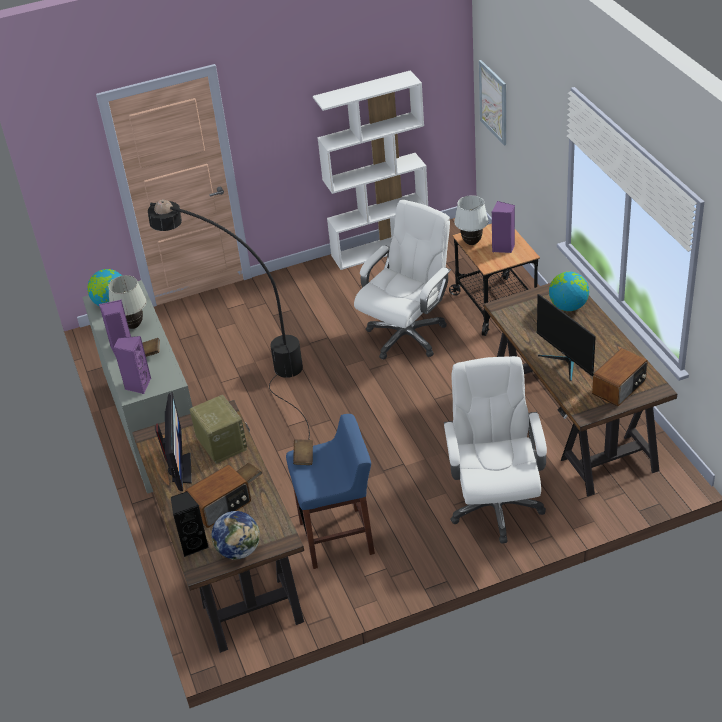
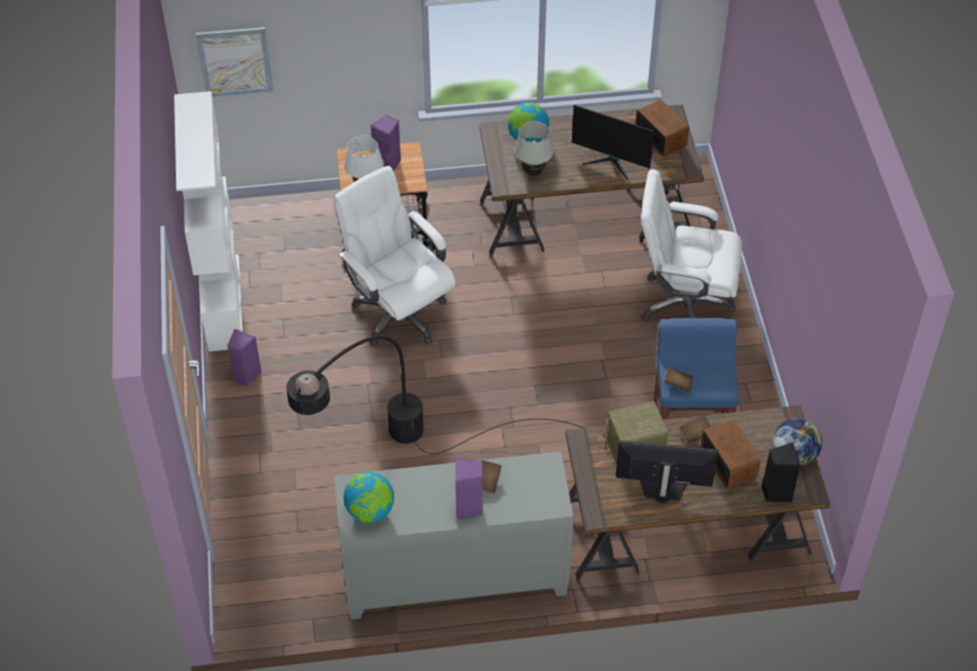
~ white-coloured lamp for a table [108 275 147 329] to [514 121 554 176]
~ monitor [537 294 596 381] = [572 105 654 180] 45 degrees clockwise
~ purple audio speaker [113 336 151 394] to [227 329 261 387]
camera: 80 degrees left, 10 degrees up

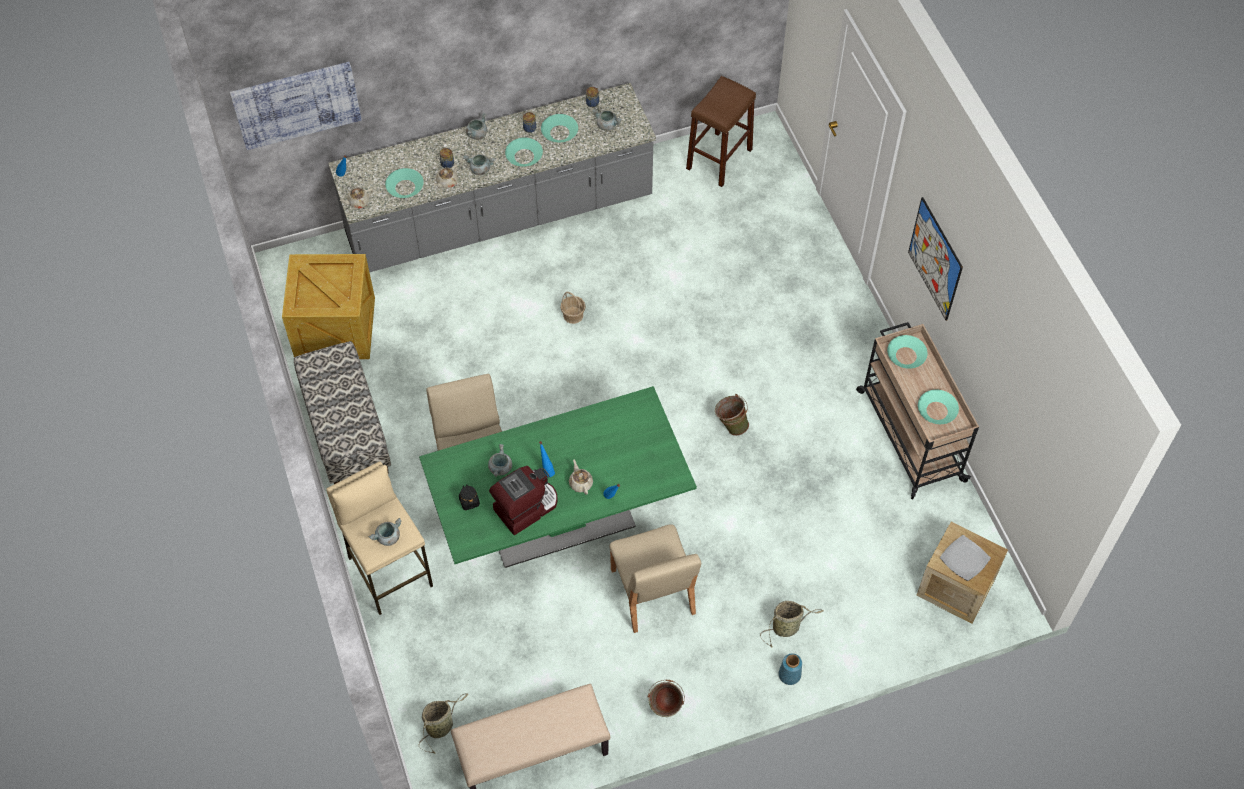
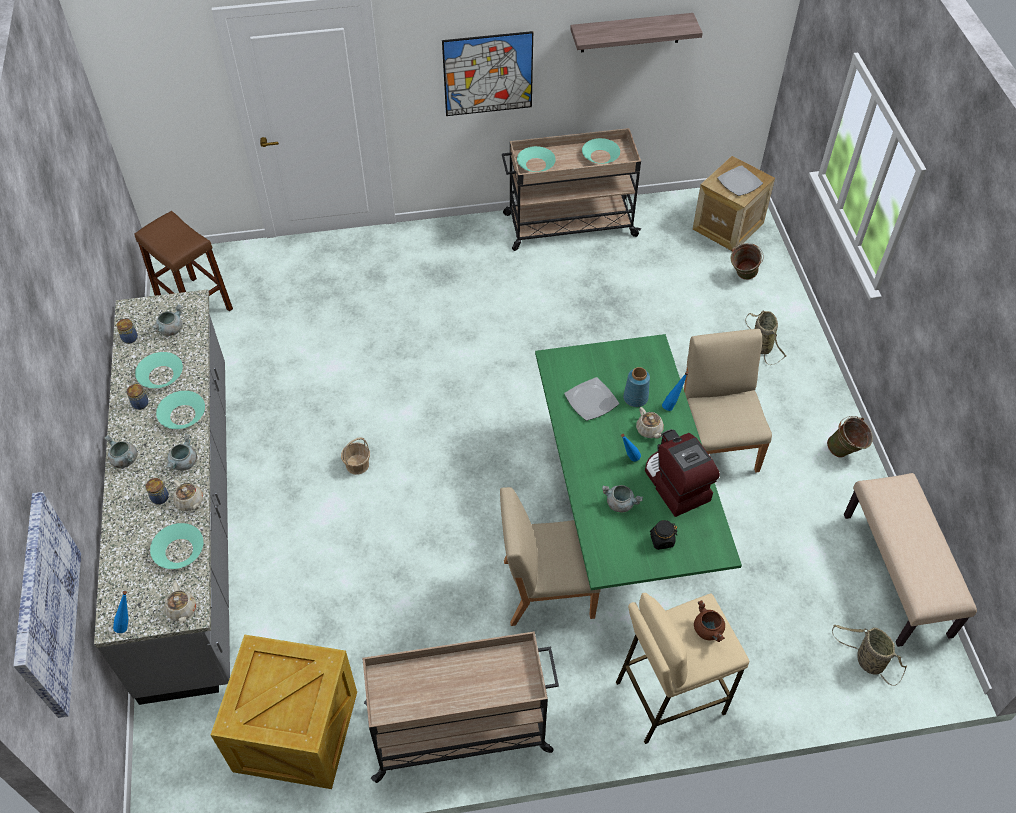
~ long seat [294 341 391 484] to beige-coloured cart [362 631 559 783]
~ greenish bucket [715 394 749 436] to [730 243 764 280]
~ beige-coloured pot for tea [569 460 593 495] = [636 407 664 439] 105 degrees counterclockwise
~ greyish cooking pot [368 518 401 546] to brown cooking pot [694 600 725 642]
~ beige-coloured upright chair [609 524 701 633] = [684 329 772 473] 90 degrees counterclockwise
~ blue vase [778 654 802 685] to [623 367 650 407]
+ bracket shelf [570 13 703 53]
+ plate [564 377 619 421]
camera: 80 degrees left, 5 degrees down

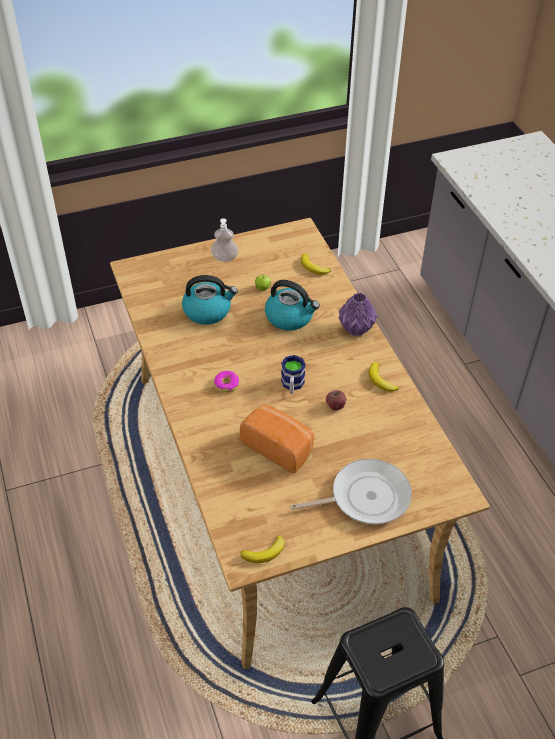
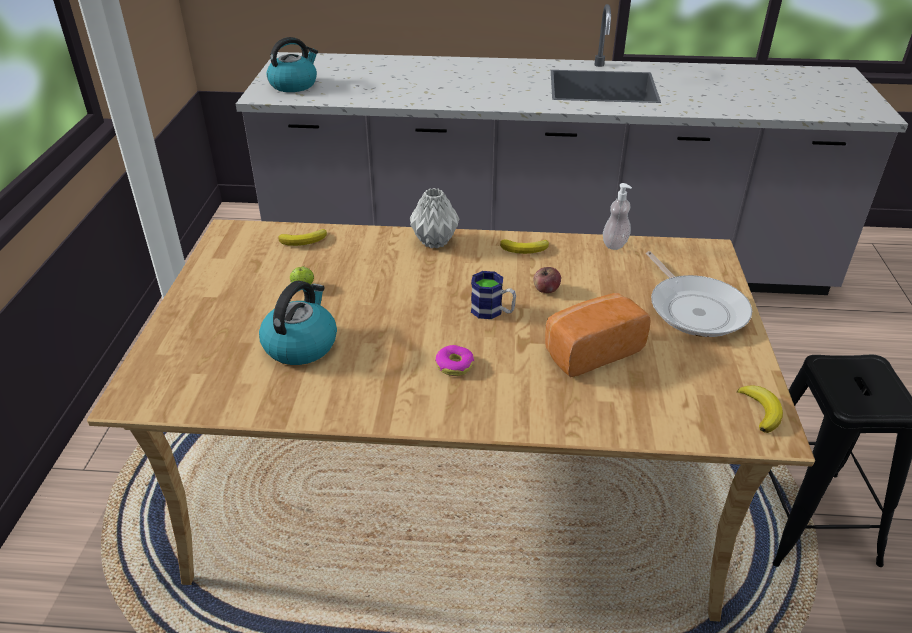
~ liquid soap bottle [211 218 238 262] to [603 183 632 250]
~ water kettle [265 280 320 331] to [266 37 318 92]
~ purple vase [339 293 377 337] to greyish vase [409 188 459 248]
~ pan [290 459 412 524] = [646 251 752 337] 150 degrees clockwise
camera: 65 degrees left, 10 degrees down

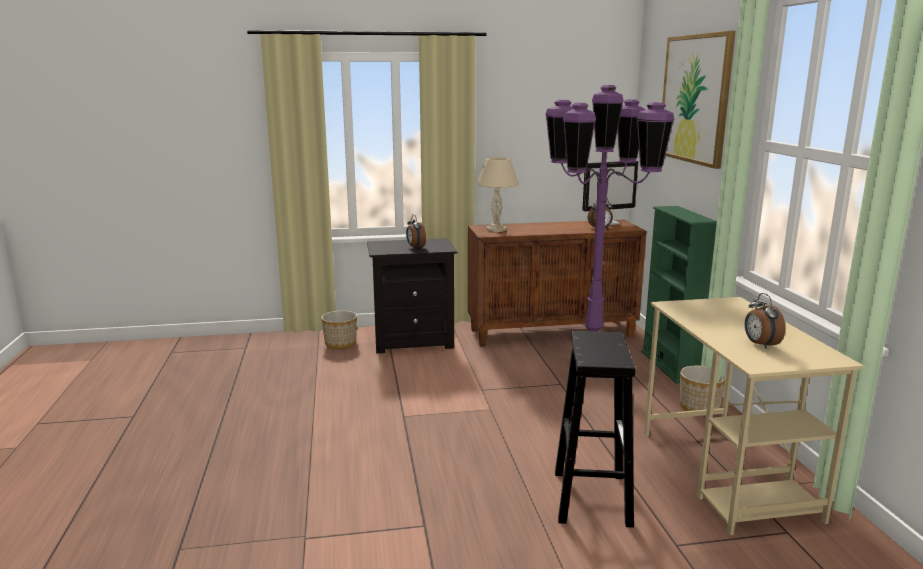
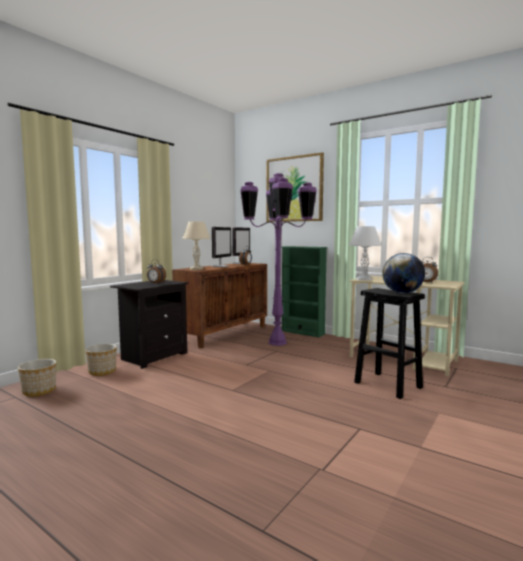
~ planter [680 366 726 411] to [18 359 56 397]
+ white-coloured lamp for a table [349 226 382 280]
+ monitor [212 227 231 267]
+ world globe [382 253 425 293]
camera: 45 degrees left, 10 degrees down

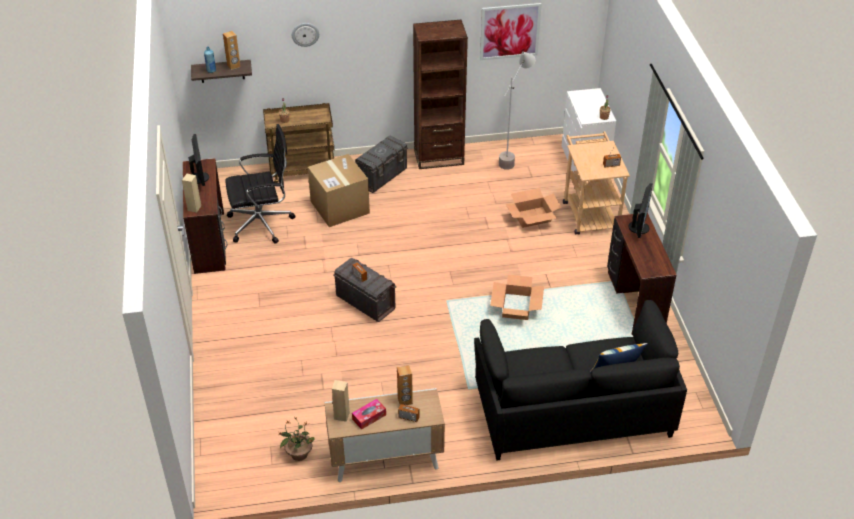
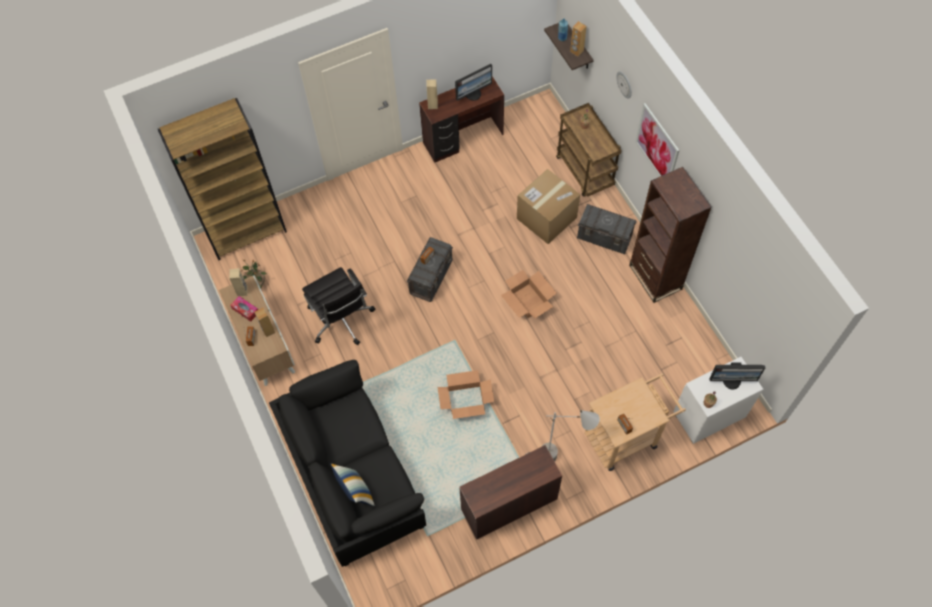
~ wall picture [480 3 542 60] to [635 103 679 176]
~ greyish floor lamp [499 51 535 170] to [541 410 600 461]
~ black office chair [225 124 296 244] to [302 267 376 345]
~ monitor [629 183 653 238] to [709 362 765 389]
~ carton [505 188 562 228] to [501 270 557 318]
+ brown bookshelf [158 98 287 260]
camera: 75 degrees right, 20 degrees up

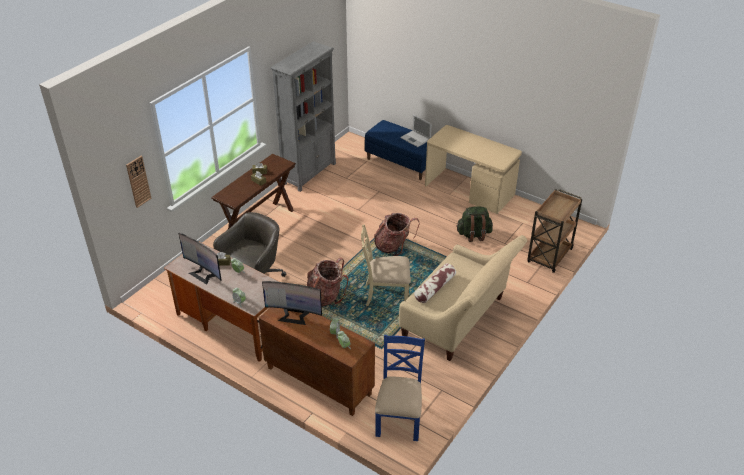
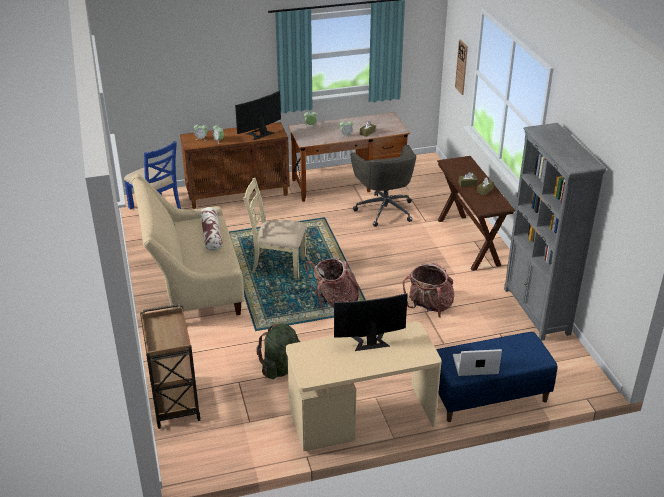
~ beige-coloured upright chair [361 224 411 306] = [243 178 306 278] 120 degrees counterclockwise
~ monitor [179 233 222 285] to [334 293 408 351]
~ rucksack [307 258 348 307] to [403 263 454 318]
camera: 130 degrees right, 5 degrees down

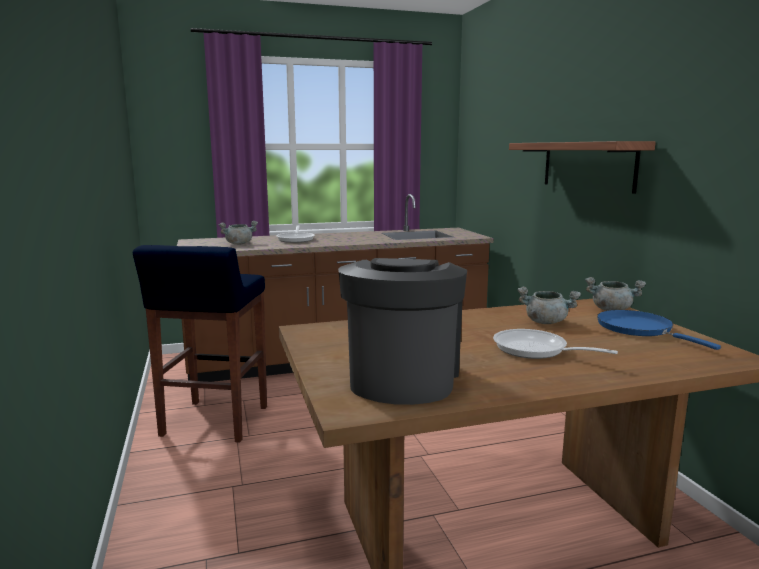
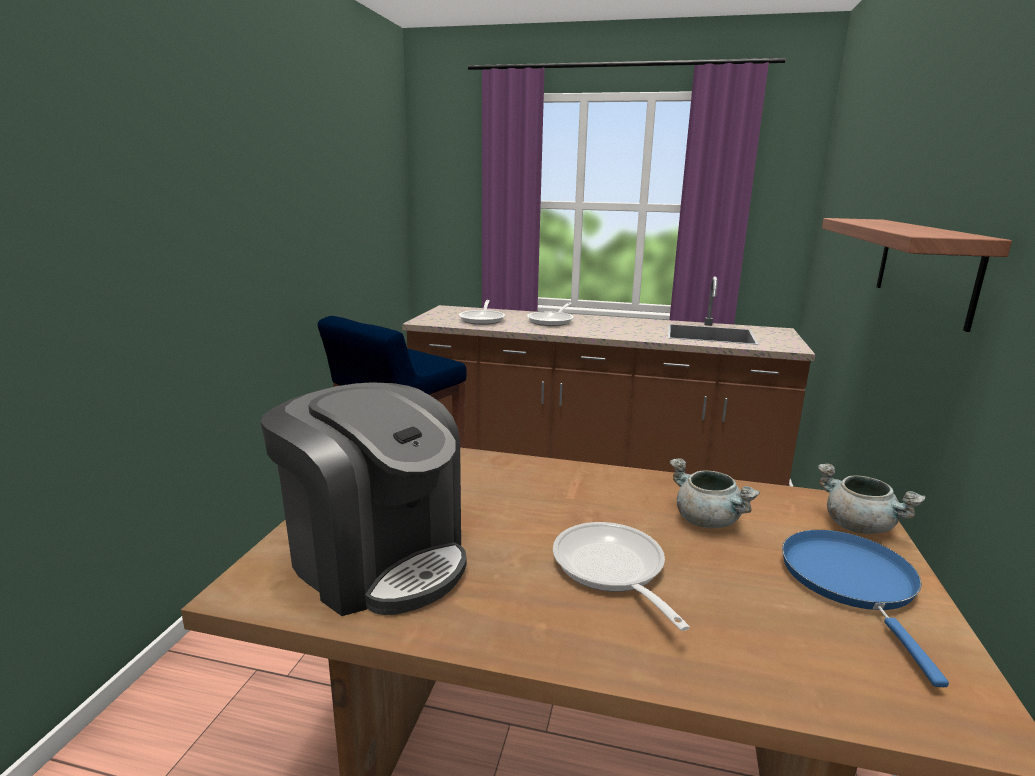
~ greyish cooking pot [219 221 258 245] to pan [459 300 505 325]
~ coffee maker [338 258 467 405] = [261 382 467 616] 90 degrees clockwise
camera: 30 degrees right, 5 degrees up

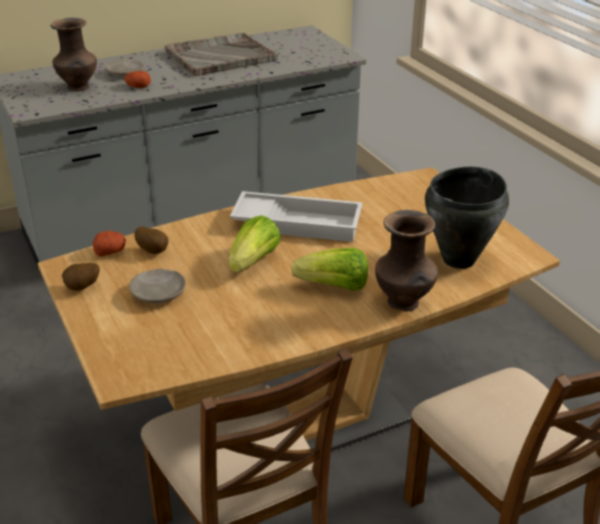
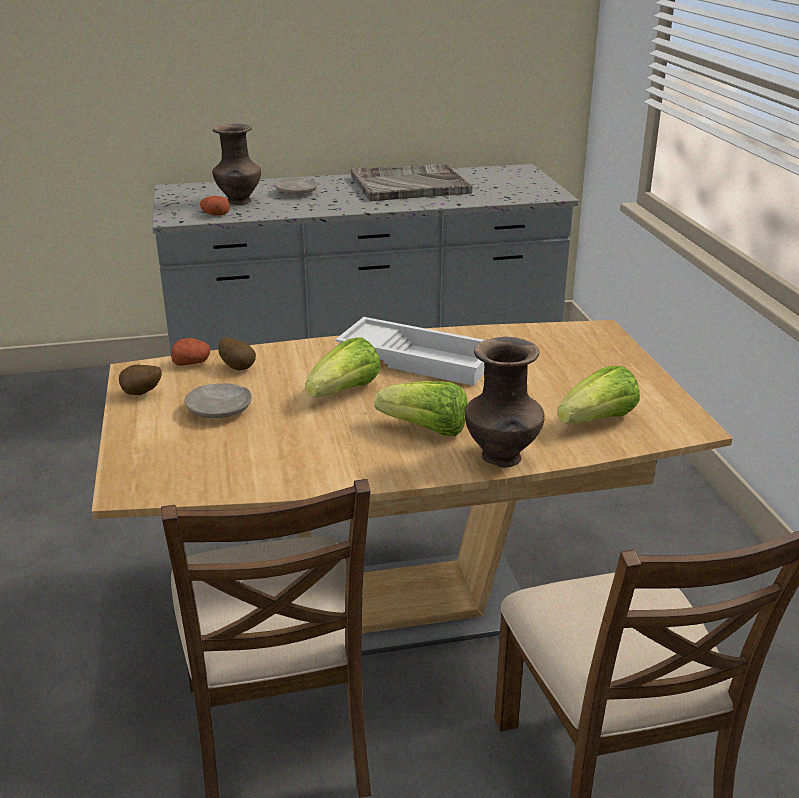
~ spud [124 71 151 88] to [200 196 230 216]
~ black cooking pot [425 167 509 269] to head of lettuce [557 366 640 424]
camera: 15 degrees right, 5 degrees down

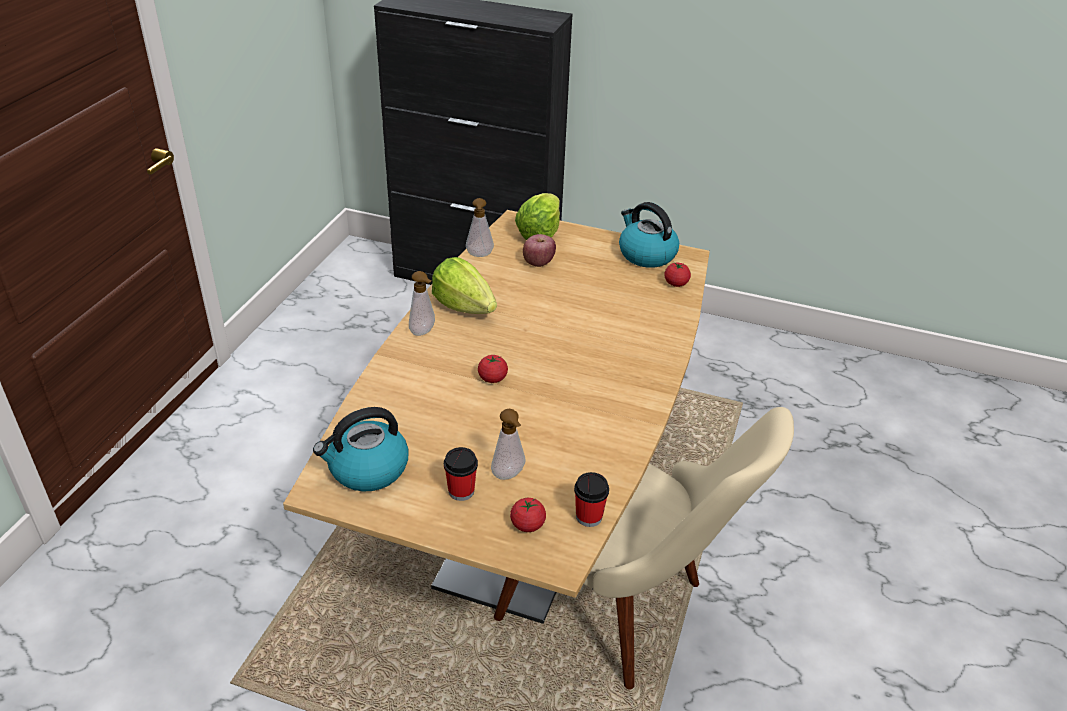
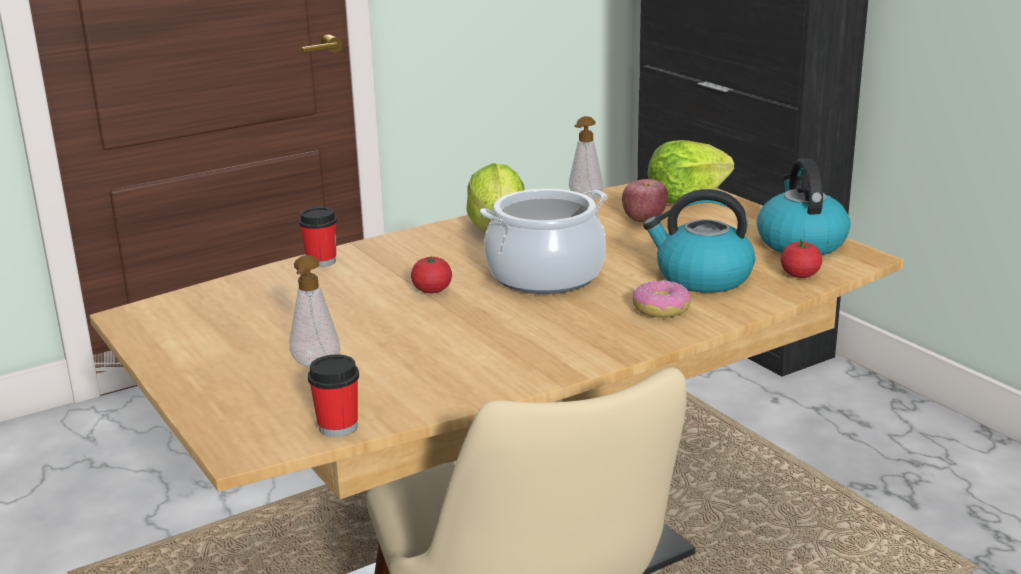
- liquid soap bottle [409 271 435 336]
~ water kettle [313 407 409 492] to [643 189 755 293]
~ cup [444 447 478 501] to [299 207 337 267]
- tomato [510 498 546 532]
+ cooking pot [480 189 607 294]
+ doughnut [633 280 691 318]
camera: 40 degrees right, 15 degrees down

